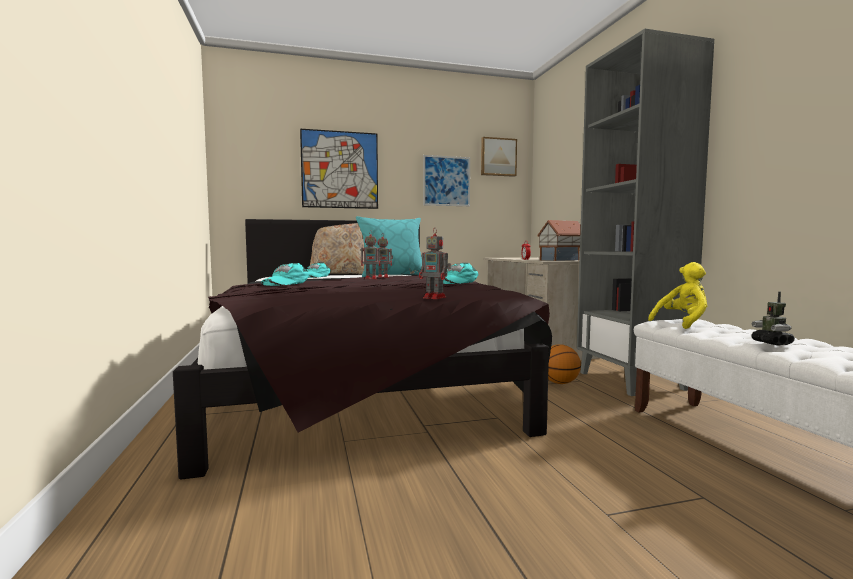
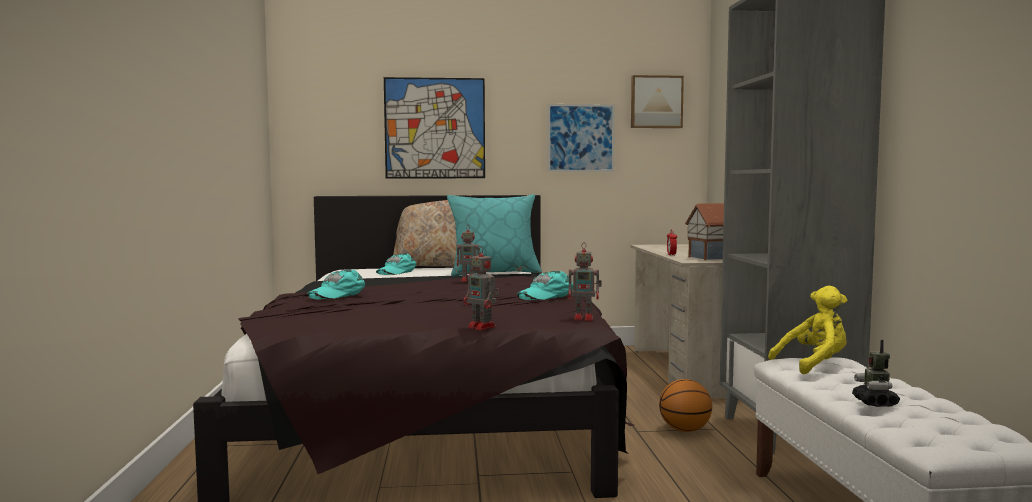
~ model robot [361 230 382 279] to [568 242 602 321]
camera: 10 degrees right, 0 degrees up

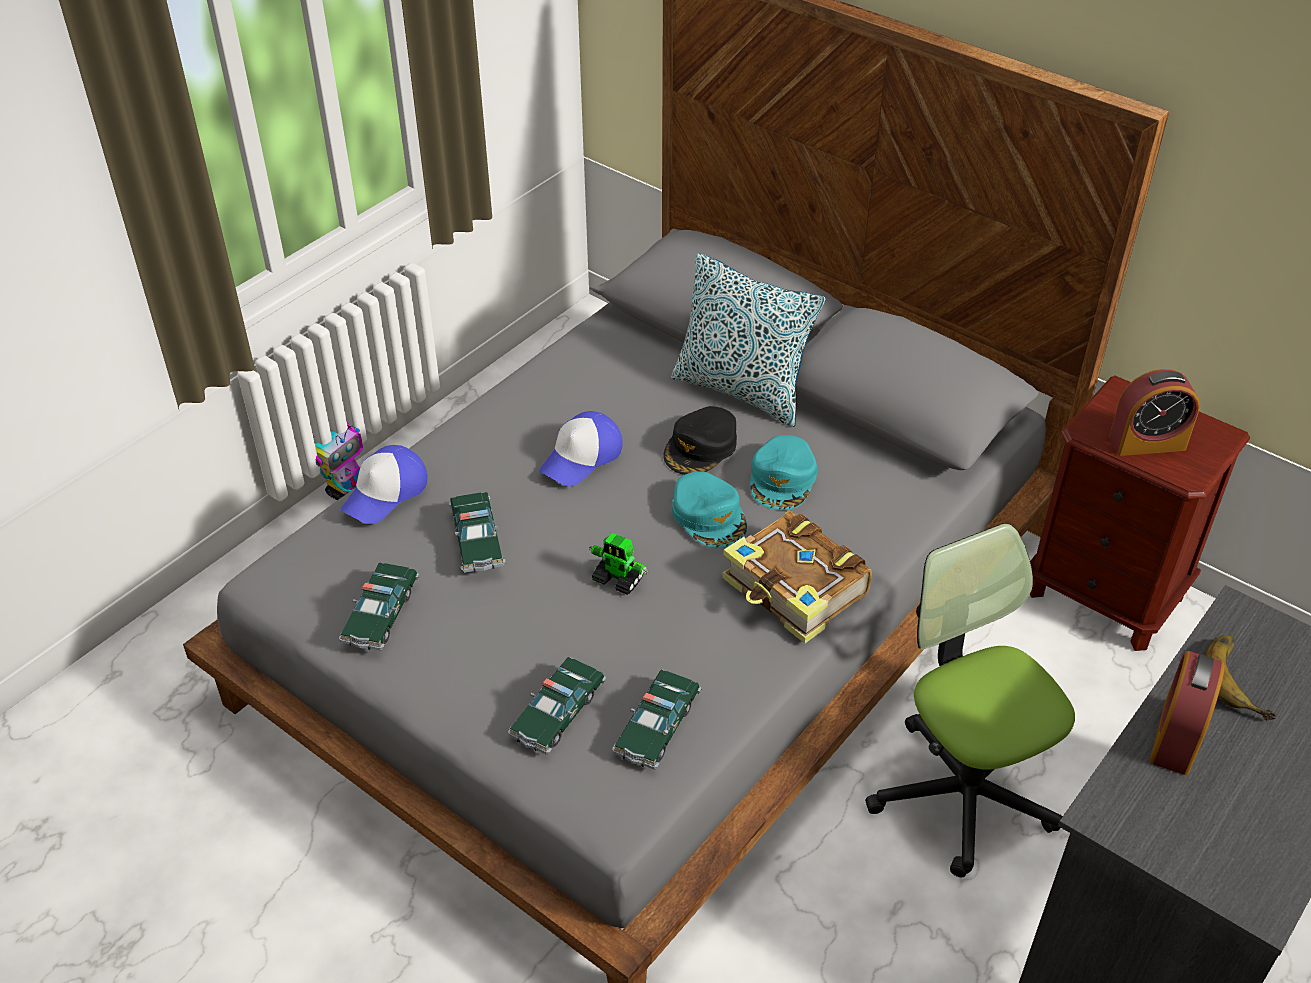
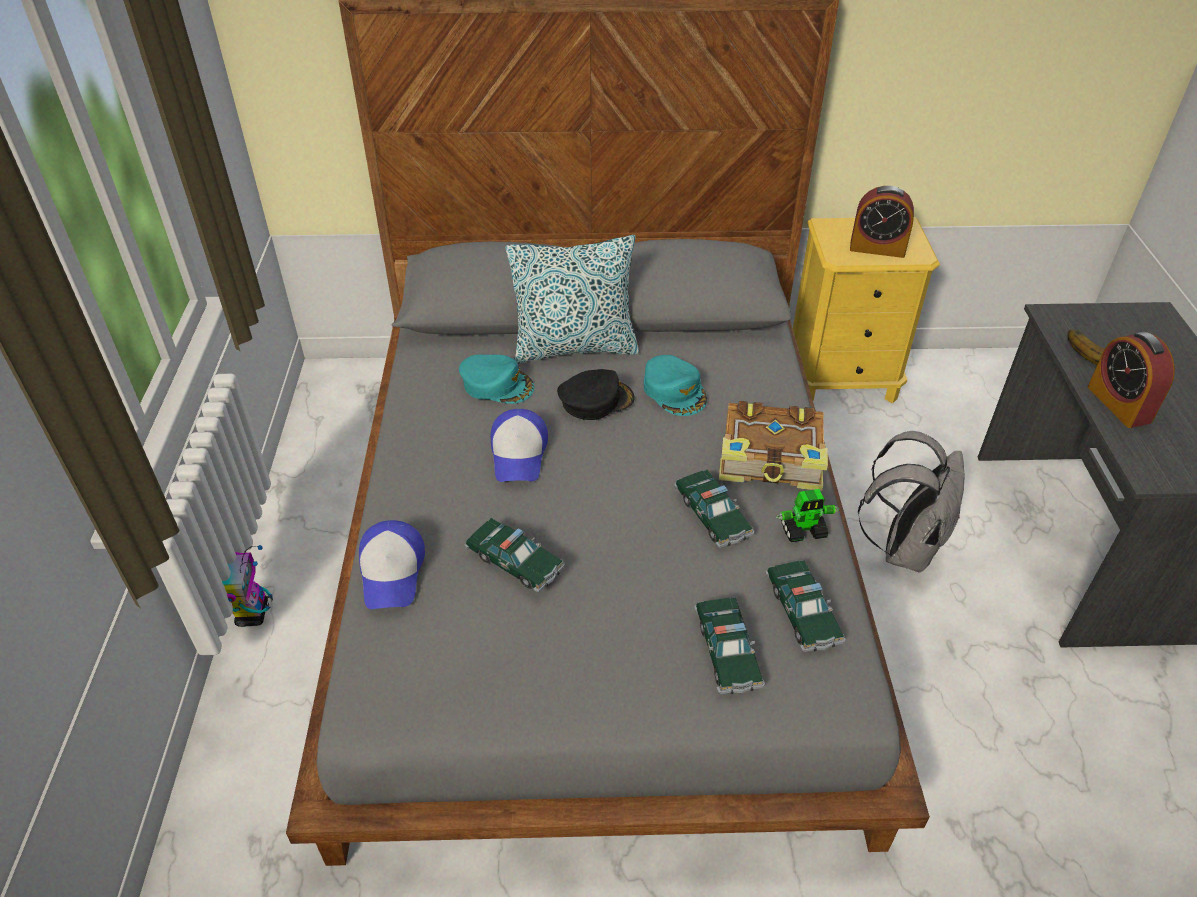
~ table clock [1109 369 1200 456] = [850 186 914 258] 60 degrees clockwise
~ brown bedside table [1030 375 1250 651] to yellowish bedside table [793 217 940 403]
~ black cap [663 406 737 475] = [557 369 635 420] 105 degrees counterclockwise
~ turquoise cap [672 471 747 548] to [459 355 534 404]
~ office chair [865 523 1075 877] to greyish rucksack [858 431 965 572]
~ model robot [589 533 648 595] to [776 489 840 542]
~ miniature car [339 563 419 651] to [674 470 754 548]
camera: 40 degrees left, 0 degrees up

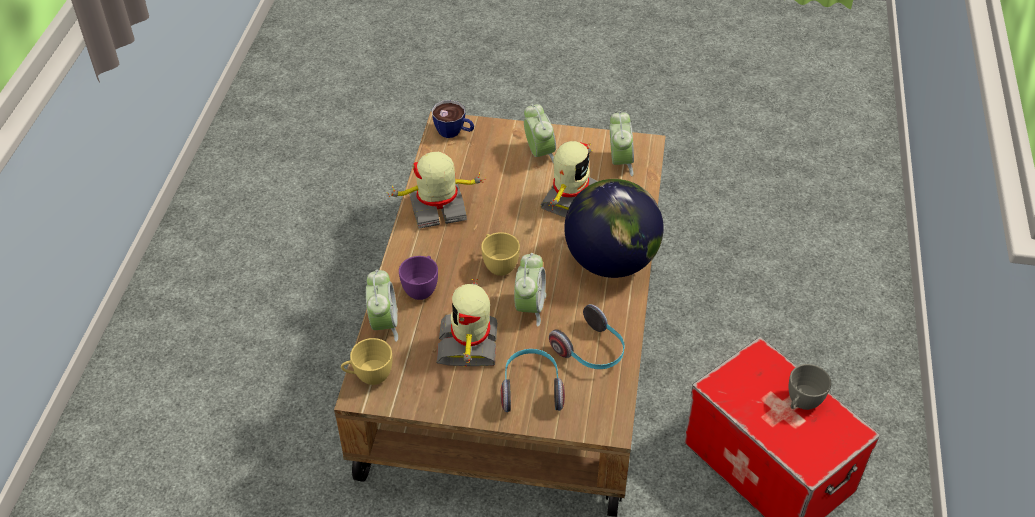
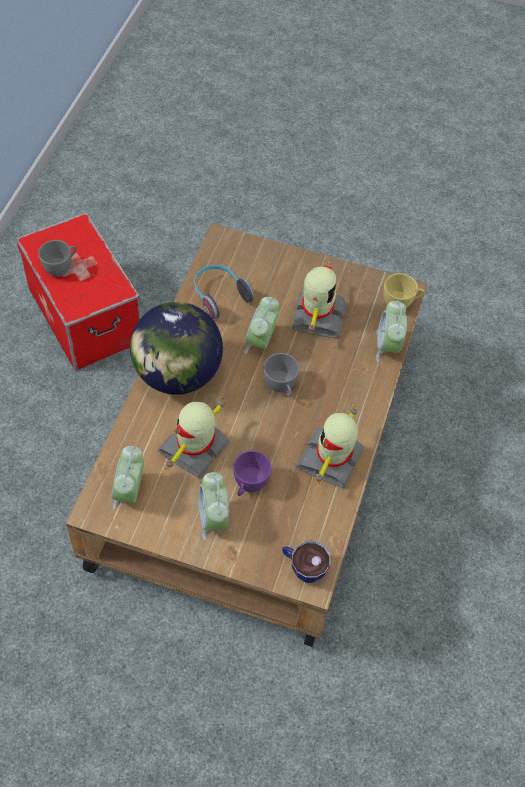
~ model robot [388 152 486 229] = [296 405 364 488] 120 degrees clockwise
~ yellowish cup [481 232 520 276] to greyish cup [264 353 300 397]
~ purple cup [399 256 438 300] to [233 450 272 496]
- headset [500 349 565 412]
camera: 175 degrees left, 10 degrees up

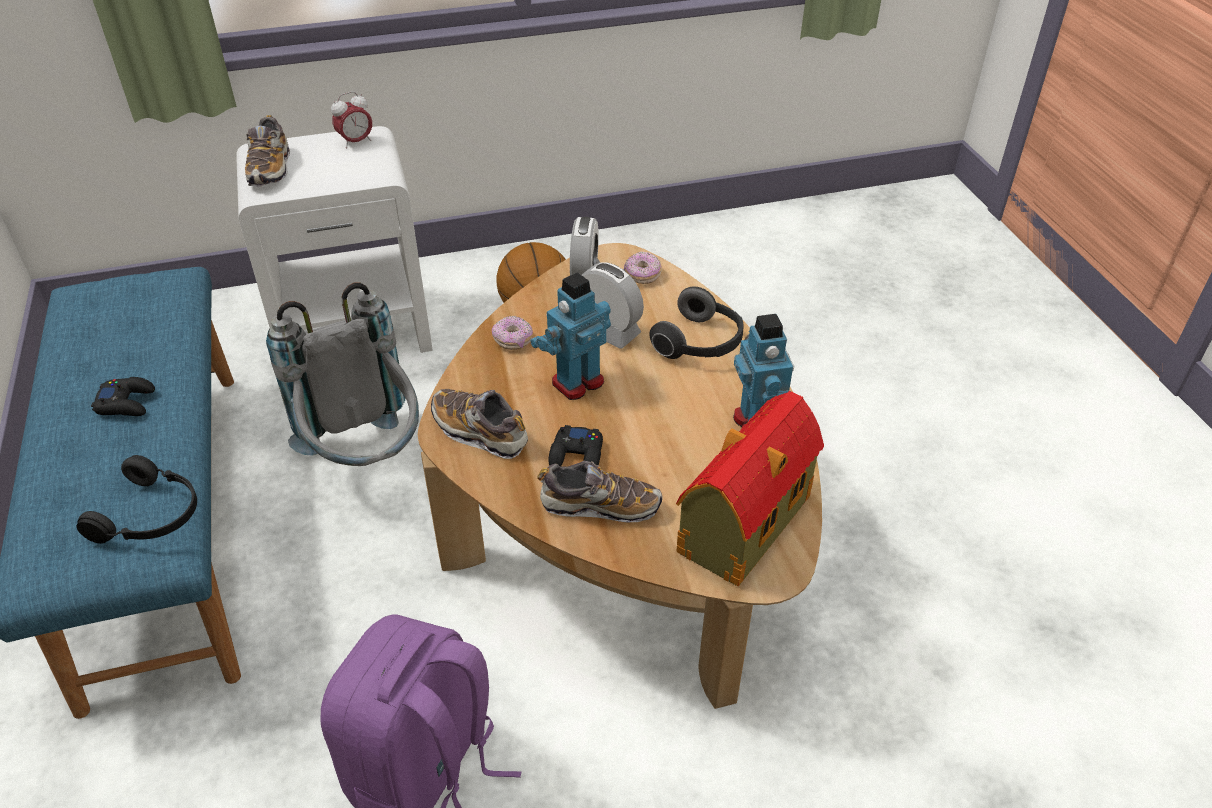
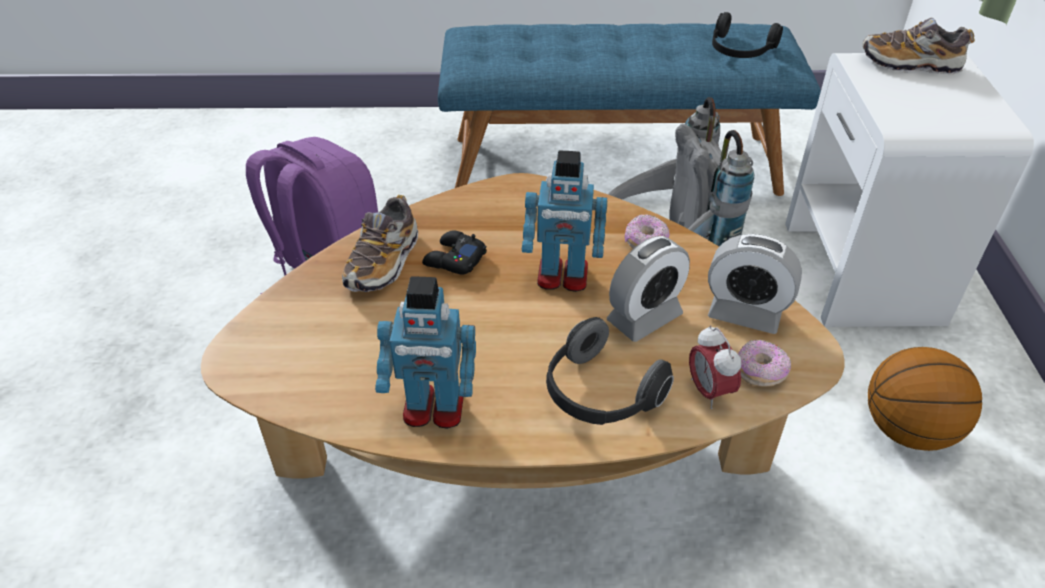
~ table clock [331 91 372 149] to [689 325 742 409]
~ model robot [530 272 611 400] = [522 150 607 292] 120 degrees clockwise
- black gamepad [91 377 155 416]
- low shoe [431 389 528 459]
- toy house [676 391 824 586]
~ black headset [77 455 197 544] to [712 12 783 58]
camera: 105 degrees right, 0 degrees up

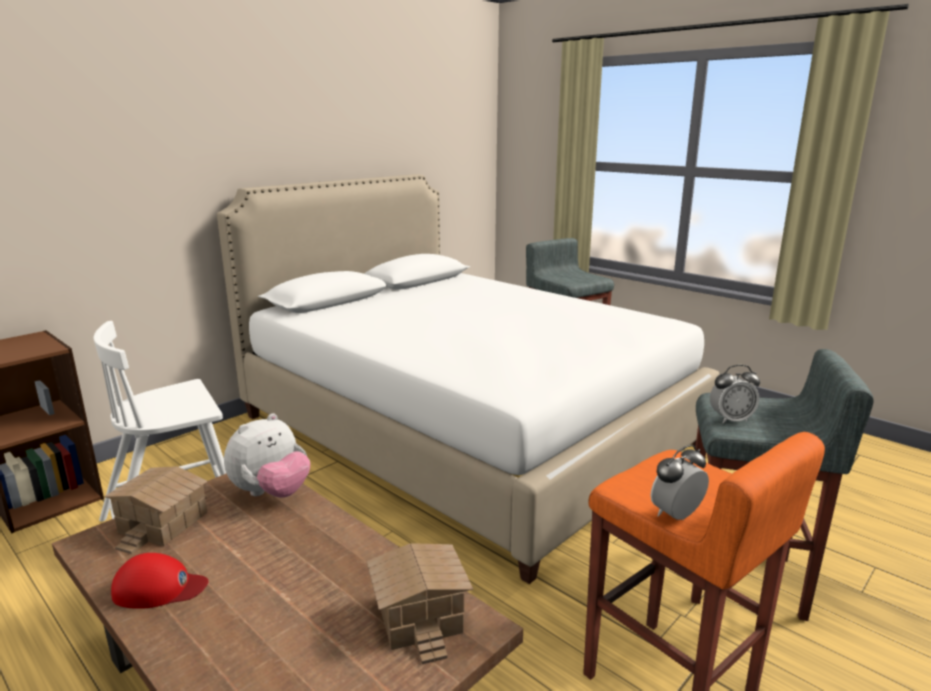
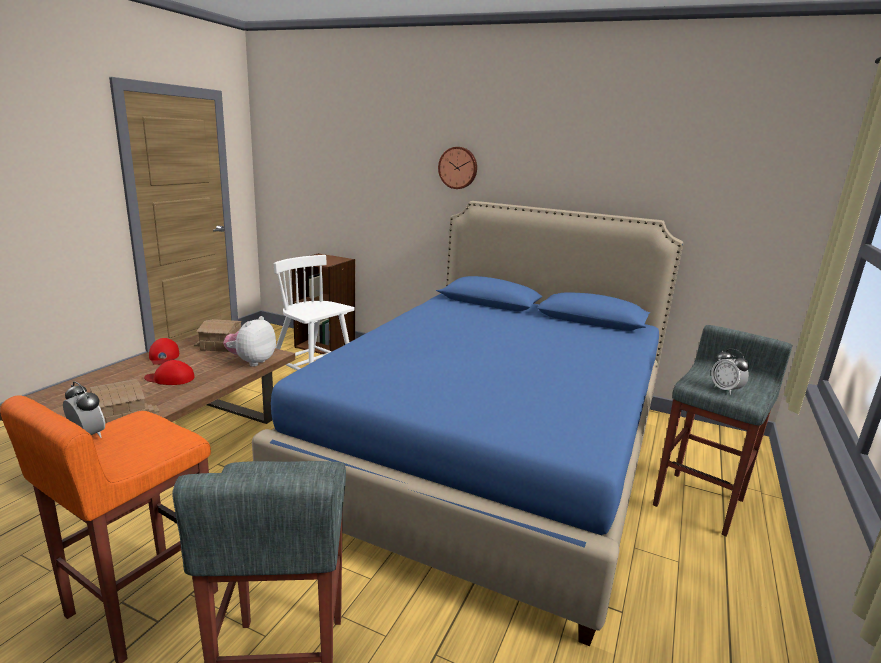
~ white-coloured sleeping bed [217 174 720 584] to blue sleeping bed [252 201 683 646]
~ table clock [710 365 760 424] to [711 348 749 395]
~ cuddly toy [224 413 310 498] = [223 316 276 367] 90 degrees clockwise
+ clock on the wall [438 147 477 189]
+ red cap [144 360 195 385]
camera: 70 degrees right, 0 degrees up

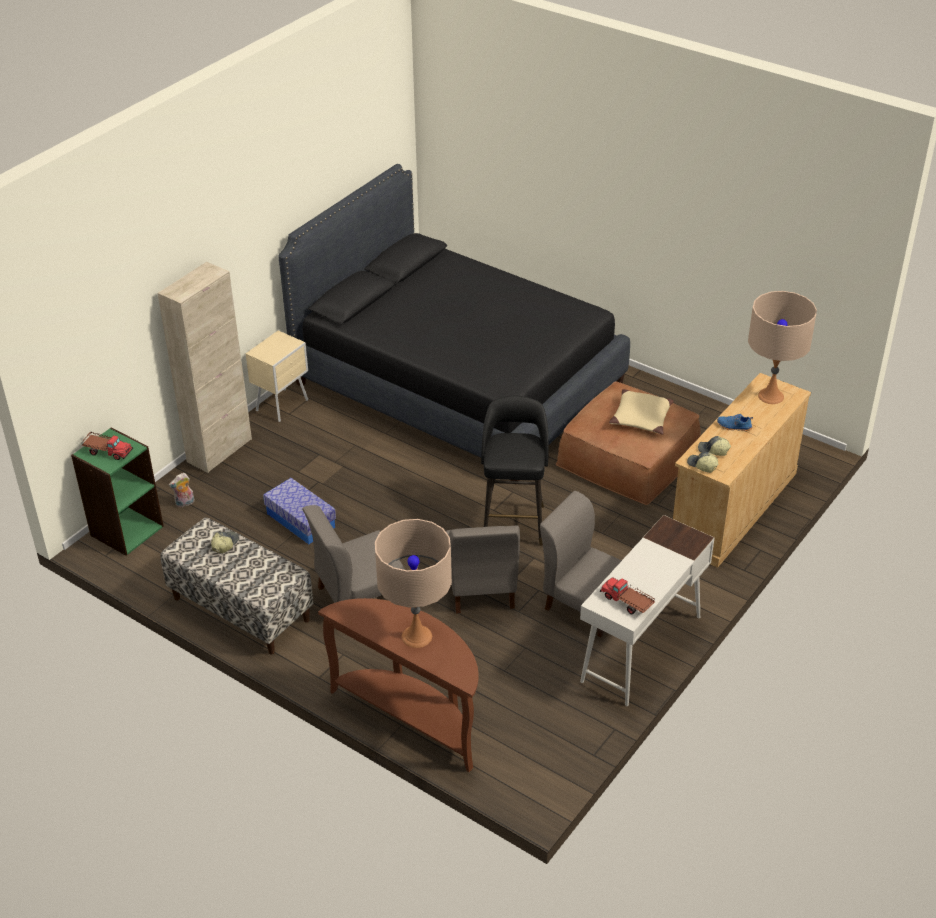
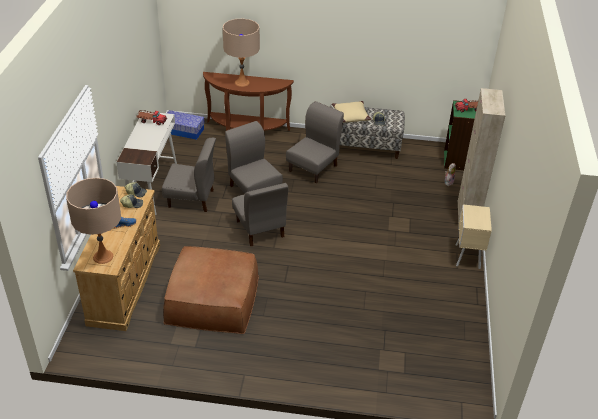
- black sleeping bed [279 164 630 481]
~ beige-coloured throw pillow [609 389 673 435] to [332 101 371 123]
~ black sitting stool [481 396 549 546] to greyish upright chair [232 183 288 246]
~ storage box [263 478 336 544] to [167 110 205 140]
camera: 150 degrees right, 0 degrees up

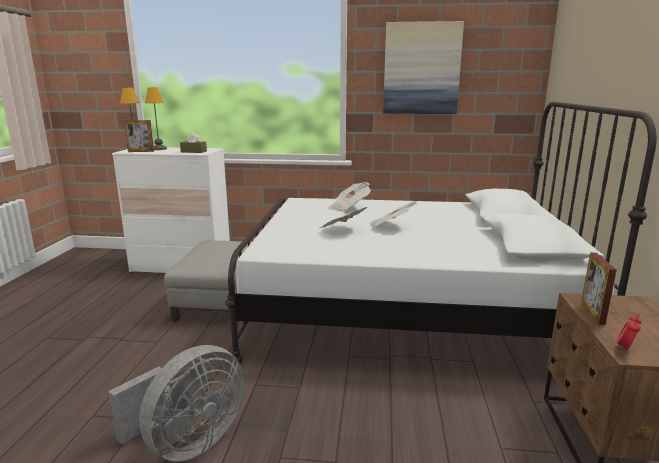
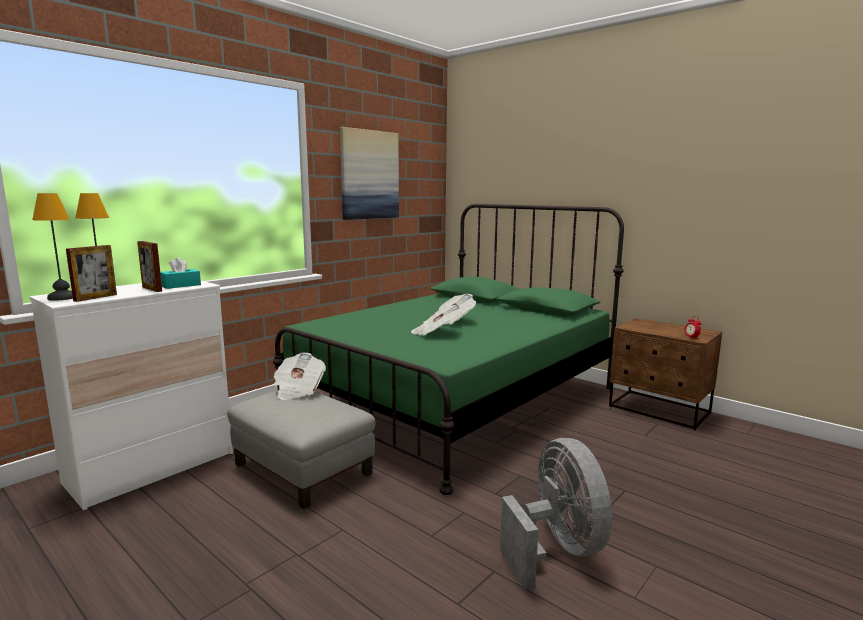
~ white-coloured sleeping bed [226 102 657 363] to greenish sleeping bed [273 204 624 495]
~ brown tissue holder [180 132 207 153] to turquoise tissue holder [160 257 201 289]
~ printed paper [328 182 371 211] to [274 353 326 400]
~ picture frame [581 253 617 325] to [137 241 162 292]
camera: 55 degrees left, 5 degrees down

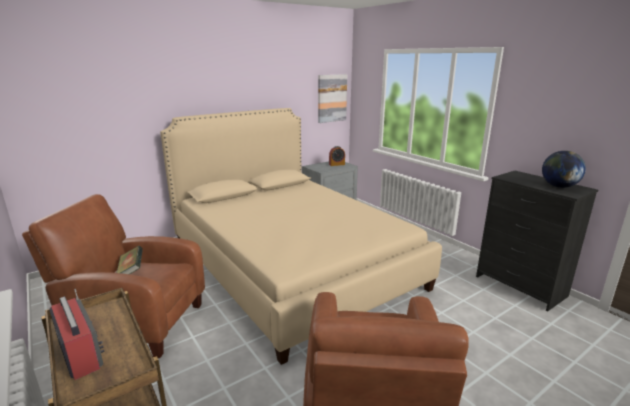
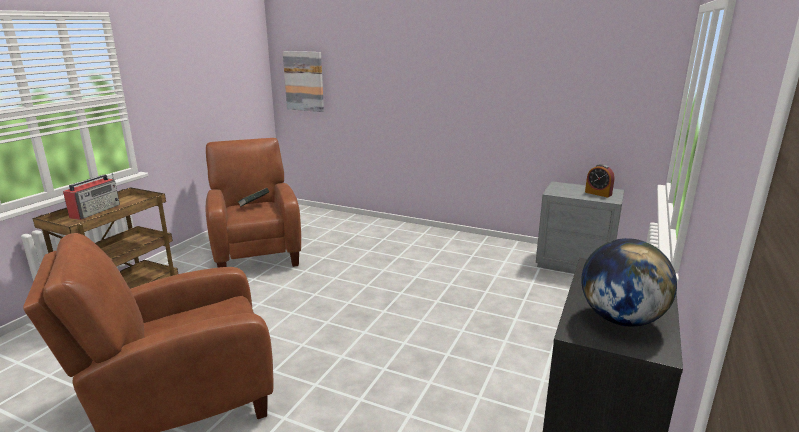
~ wall picture [318 74 347 123] to [283 51 324 112]
- beige-coloured sleeping bed [160 108 442 365]
camera: 60 degrees right, 0 degrees up

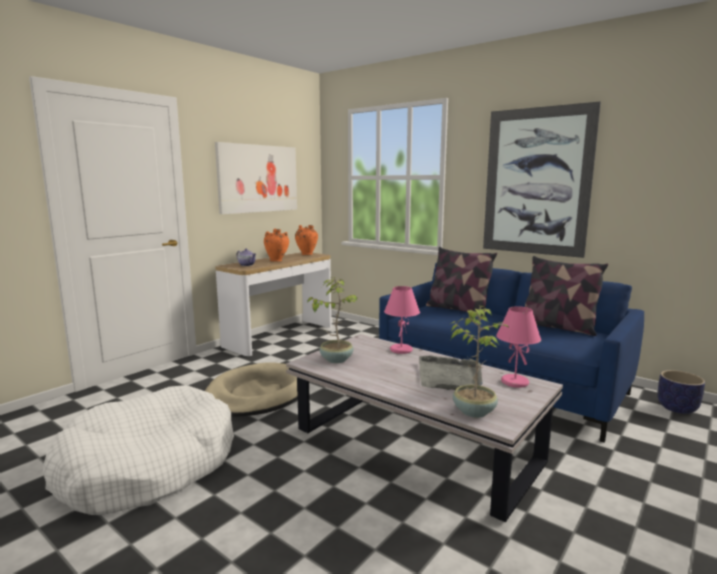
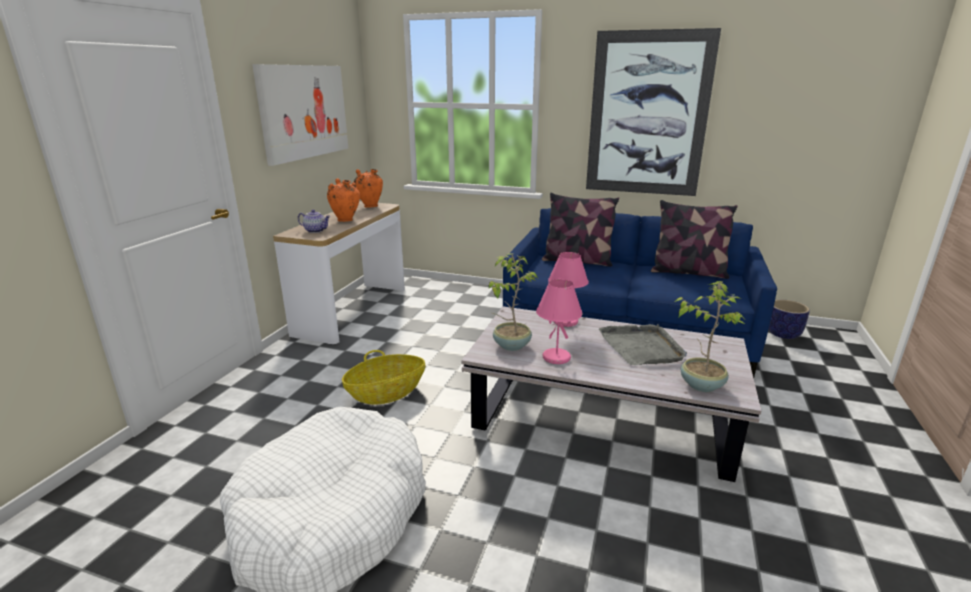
~ pinkish lamp for a table [496 307 541 388] to [536 279 583 364]
~ beige-coloured pet bed [205 362 298 417] to basket [342 350 425 405]
camera: 20 degrees left, 10 degrees up

